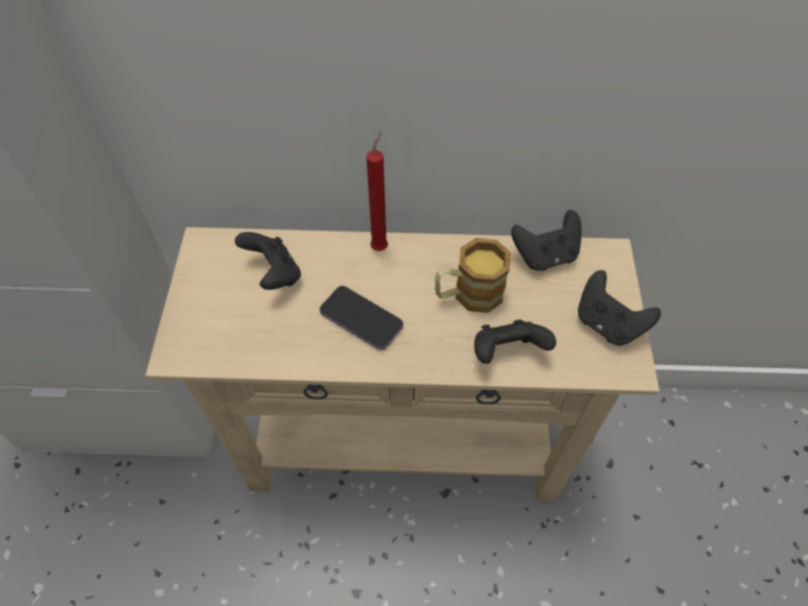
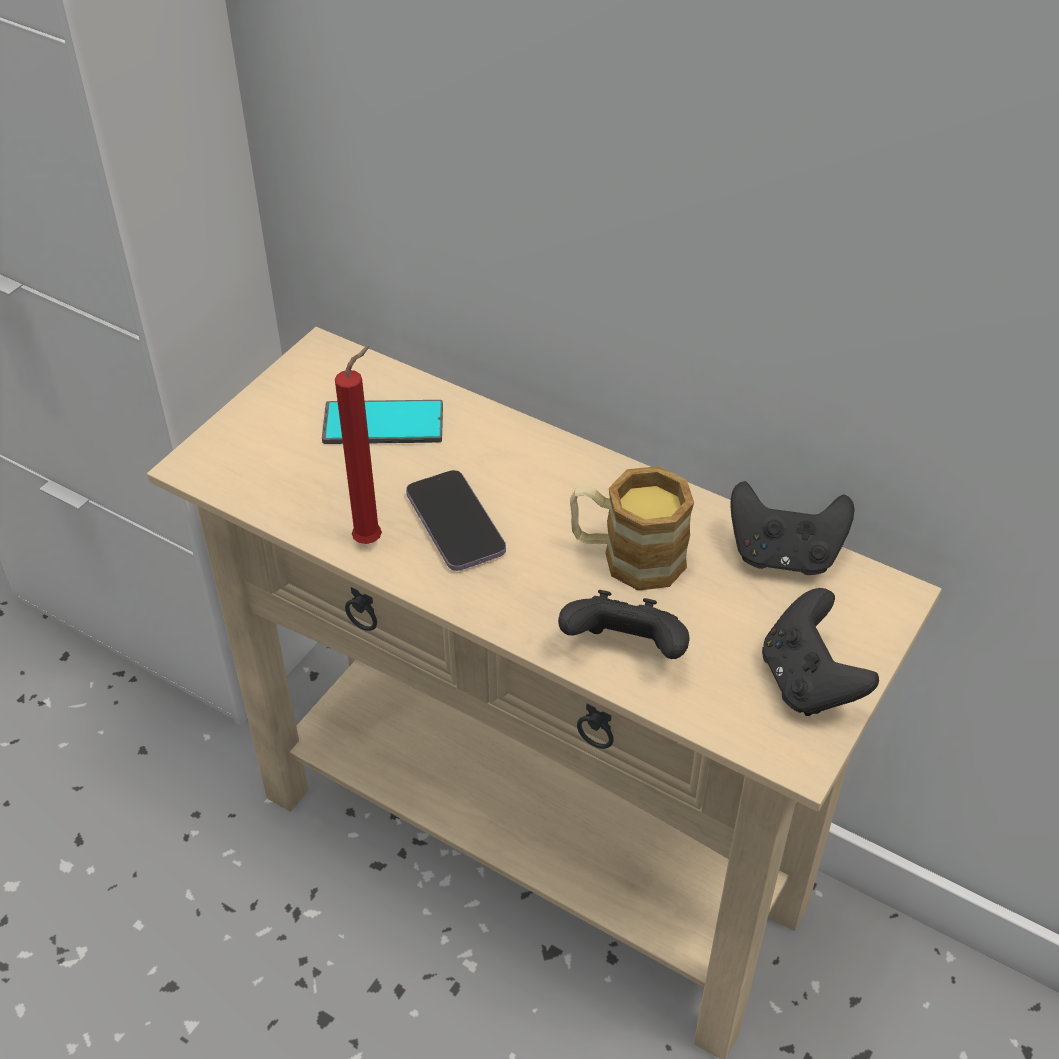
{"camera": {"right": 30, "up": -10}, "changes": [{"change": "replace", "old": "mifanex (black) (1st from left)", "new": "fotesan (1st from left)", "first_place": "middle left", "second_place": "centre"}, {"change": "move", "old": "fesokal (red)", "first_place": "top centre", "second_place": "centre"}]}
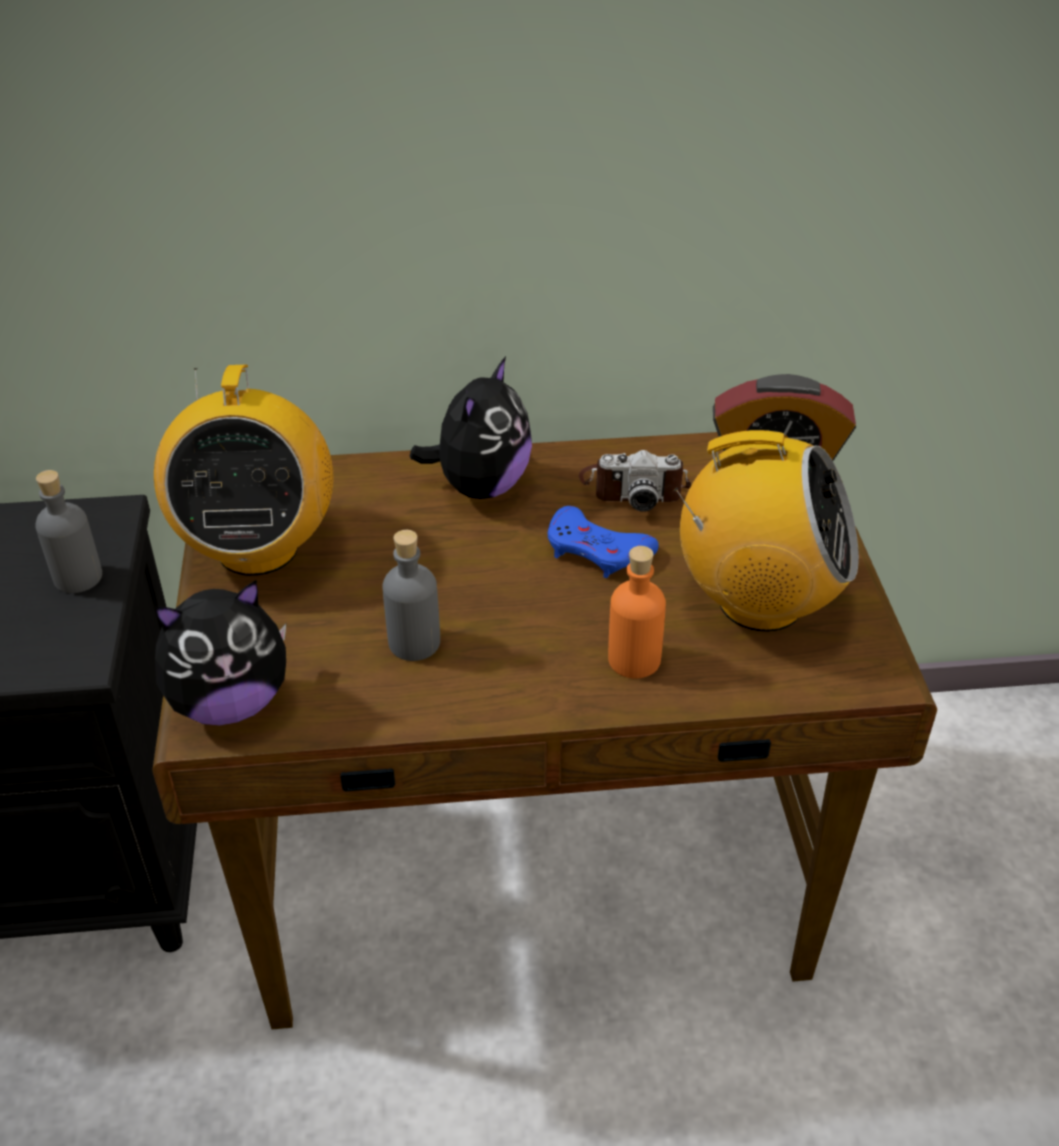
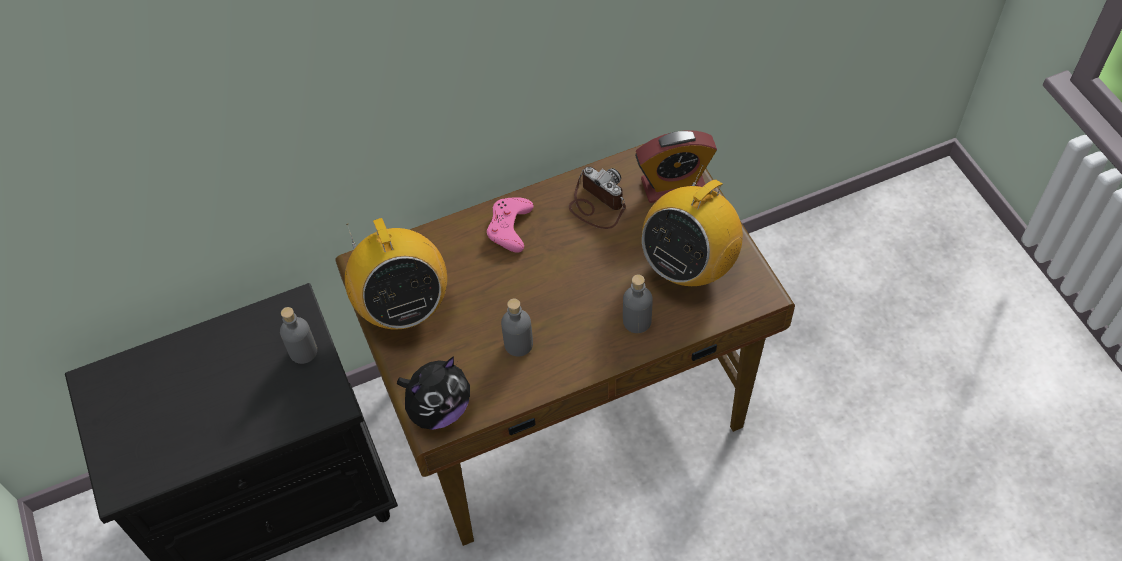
{"camera": {"right": -15, "up": 15}, "changes": [{"change": "replace", "old": "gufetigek (2nd from left)", "new": "mifanex (pink)", "first_place": "centre", "second_place": "centre"}, {"change": "rotate", "old": "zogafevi", "first_place": "centre", "second_place": "centre", "degrees": -120}, {"change": "recolor", "old": "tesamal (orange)", "new": "tesamal (grey) (3rd from left)", "first_place": "centre", "second_place": "centre"}, {"change": "rotate", "old": "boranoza (2nd from left)", "first_place": "middle right", "second_place": "centre", "degrees": 135}, {"change": "delete", "old": "mifanex (blue)", "first_place": "centre"}]}
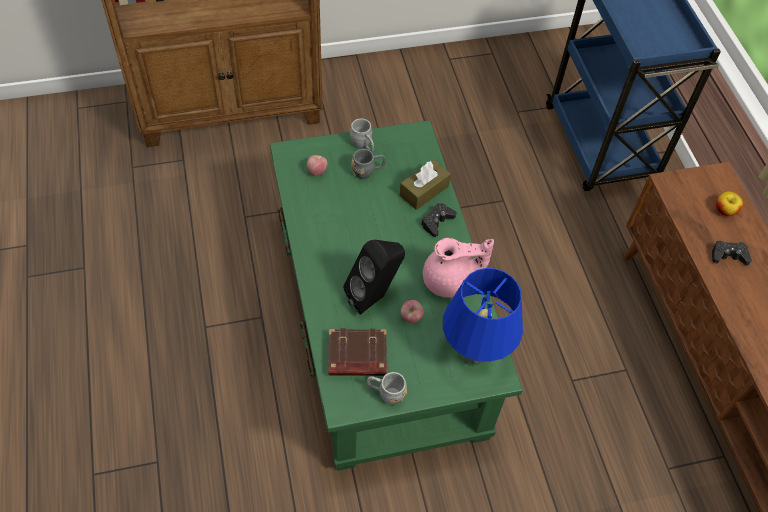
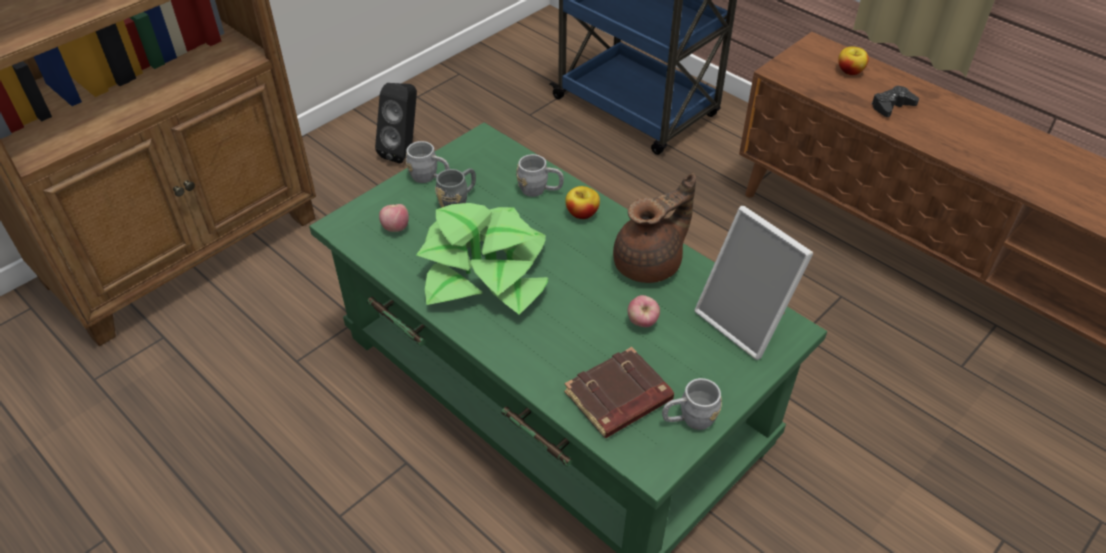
{"camera": {"right": -30, "up": -10}, "changes": [{"change": "move", "old": "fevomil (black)", "first_place": "centre", "second_place": "top centre"}, {"change": "insert", "new": "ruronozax", "second_place": "centre"}, {"change": "replace", "old": "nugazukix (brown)", "new": "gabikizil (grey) (3rd from left)", "first_place": "centre", "second_place": "top centre"}, {"change": "replace", "old": "mifanex (black) (1st from left)", "new": "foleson (2nd from left)", "first_place": "centre", "second_place": "centre"}, {"change": "recolor", "old": "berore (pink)", "new": "berore (brown)", "first_place": "centre", "second_place": "centre"}, {"change": "replace", "old": "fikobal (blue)", "new": "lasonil", "first_place": "centre", "second_place": "middle right"}]}
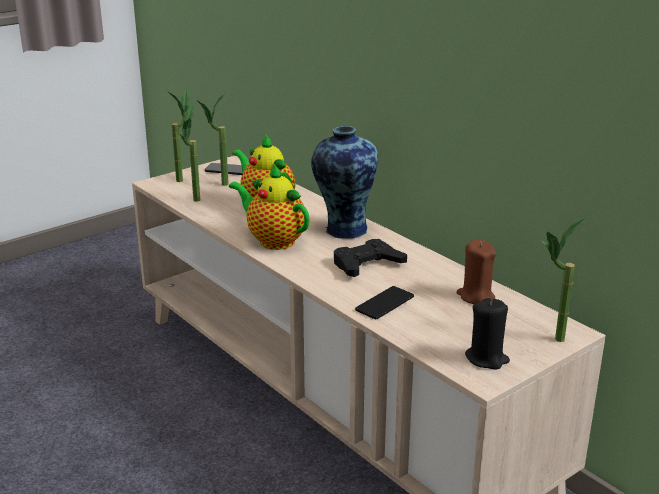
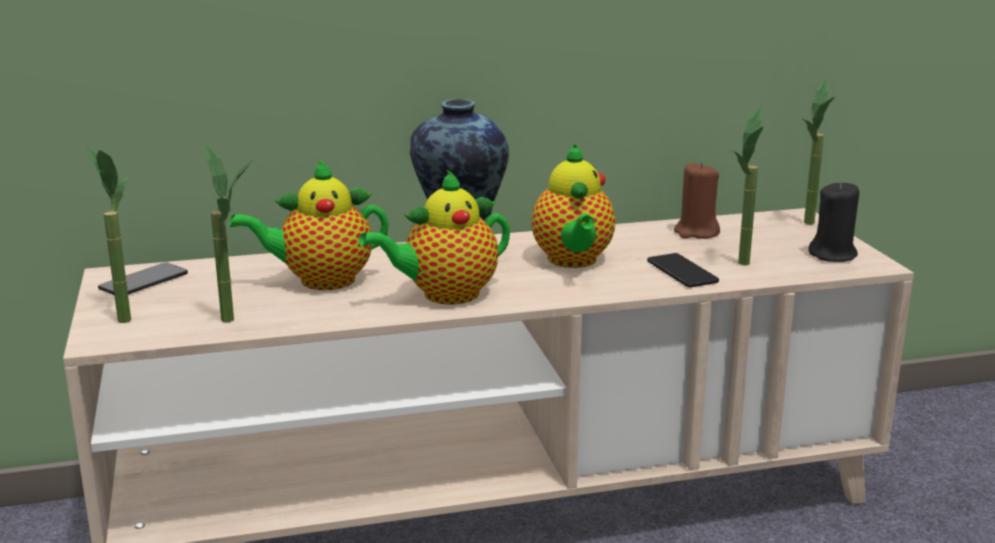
{"camera": {"right": -65, "up": -5}, "changes": [{"change": "replace", "old": "mifanex (black)", "new": "berore (3rd from left)", "first_place": "centre", "second_place": "centre"}, {"change": "move", "old": "ruronozax (3rd from left)", "first_place": "top left", "second_place": "middle right"}]}
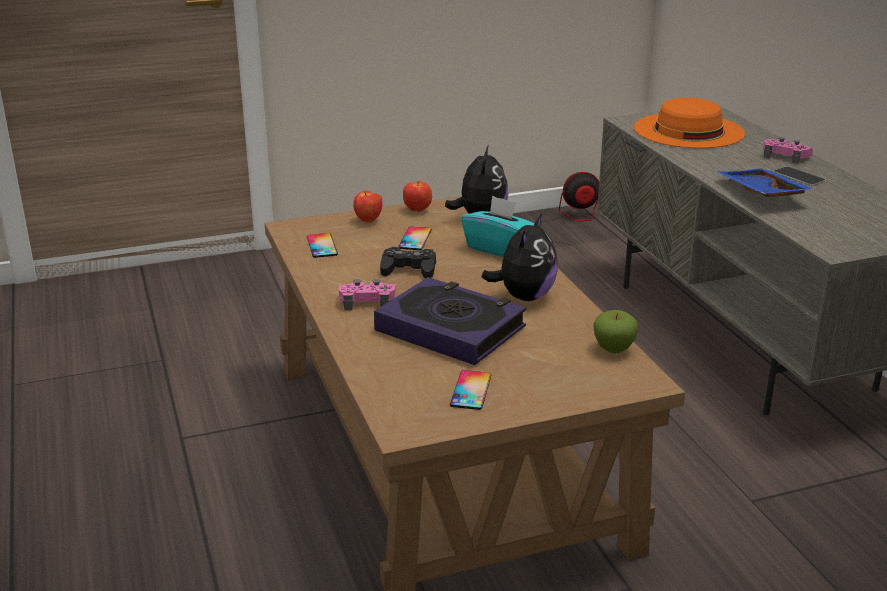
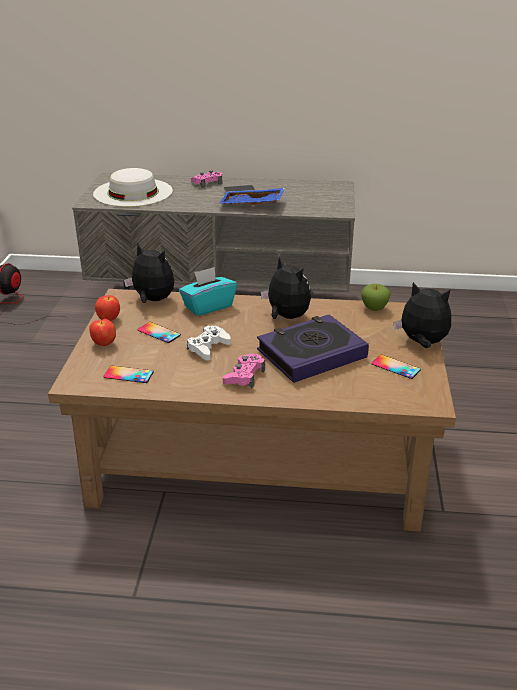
{"camera": {"right": -65, "up": 5}, "changes": [{"change": "recolor", "old": "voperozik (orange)", "new": "voperozik (white)", "first_place": "top right", "second_place": "top left"}, {"change": "recolor", "old": "mifanex (black)", "new": "mifanex (white)", "first_place": "centre", "second_place": "centre"}, {"change": "insert", "new": "gufetigek (3rd from left)", "second_place": "middle right"}]}
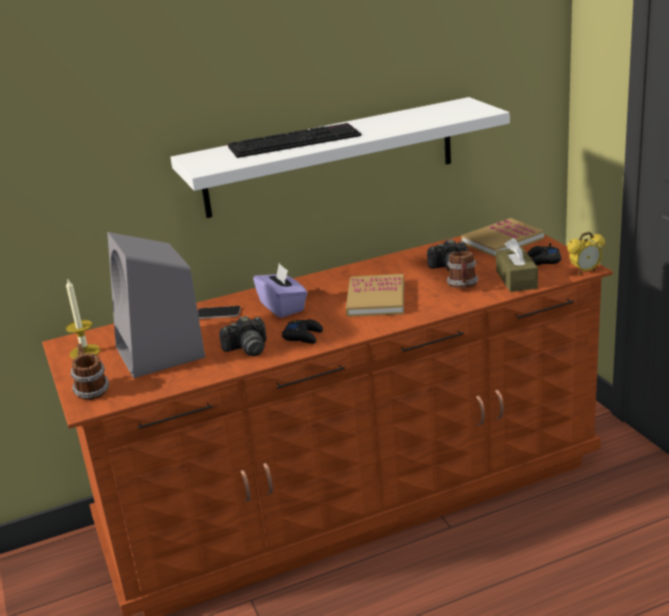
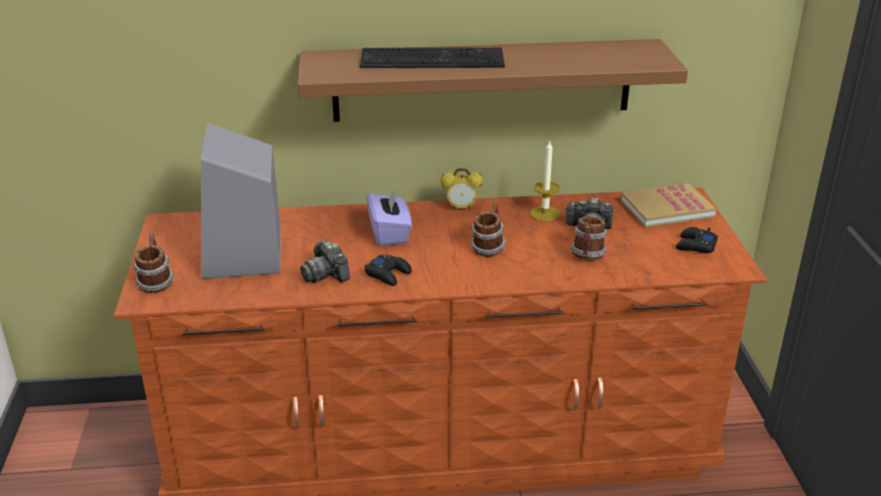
{"camera": {"right": 15, "up": 5}, "changes": [{"change": "recolor", "old": "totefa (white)", "new": "totefa (brown)", "first_place": "top centre", "second_place": "top centre"}, {"change": "rotate", "old": "zogafevi (1st from left)", "first_place": "centre", "second_place": "centre", "degrees": 60}, {"change": "move", "old": "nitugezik", "first_place": "middle right", "second_place": "centre"}, {"change": "replace", "old": "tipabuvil (1st from left)", "new": "gabikizil (2nd from left)", "first_place": "centre", "second_place": "centre"}, {"change": "move", "old": "fesokal", "first_place": "middle left", "second_place": "centre"}, {"change": "delete", "old": "fotesan", "first_place": "middle left"}, {"change": "delete", "old": "nugazukix (brown)", "first_place": "middle right"}]}
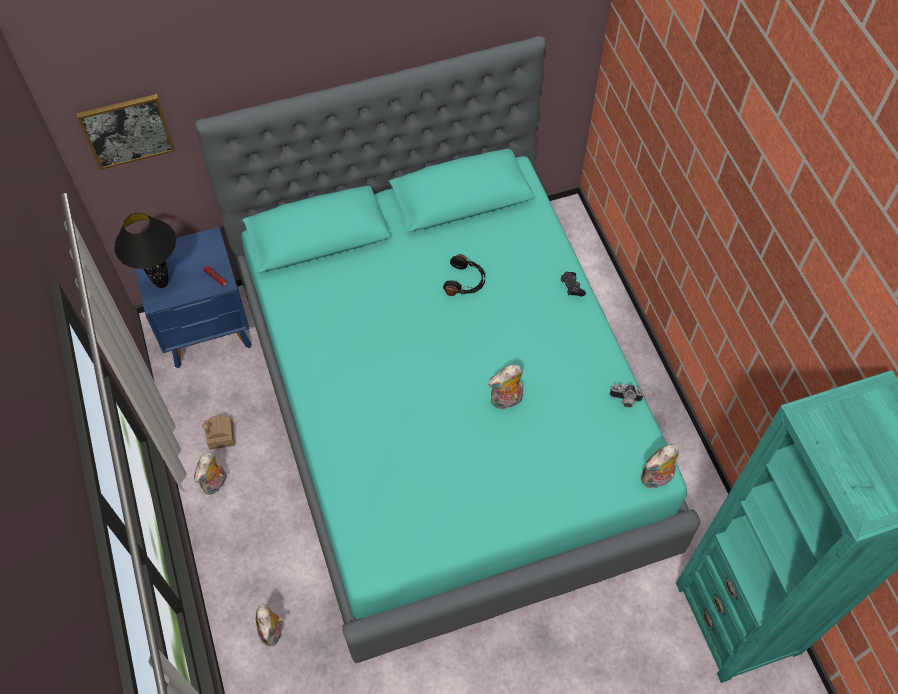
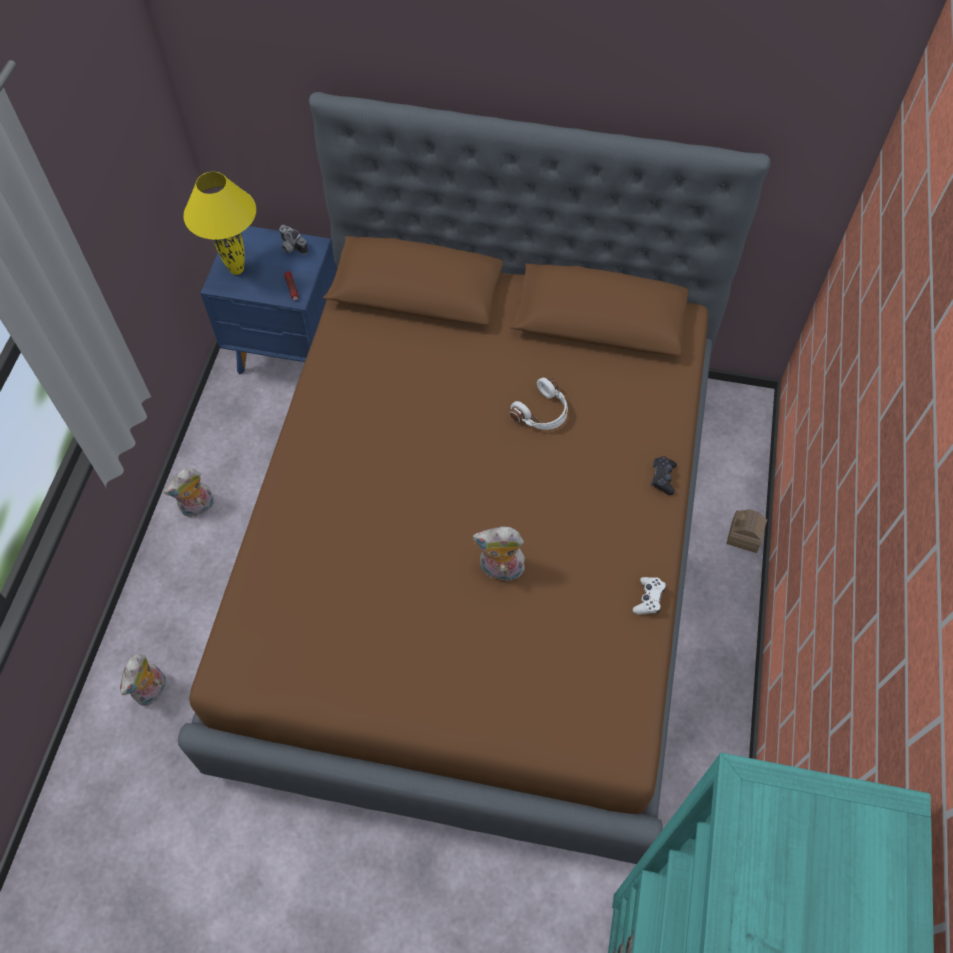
{"camera": {"right": 30, "up": 0}, "changes": [{"change": "recolor", "old": "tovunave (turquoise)", "new": "tovunave (brown)", "first_place": "centre", "second_place": "centre"}, {"change": "recolor", "old": "fikobal (black)", "new": "fikobal (yellow)", "first_place": "middle left", "second_place": "top left"}, {"change": "move", "old": "zogafevi", "first_place": "middle right", "second_place": "top left"}, {"change": "recolor", "old": "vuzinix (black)", "new": "vuzinix (white)", "first_place": "centre", "second_place": "centre"}, {"change": "insert", "new": "mifanex (white)", "second_place": "middle right"}, {"change": "move", "old": "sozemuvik", "first_place": "middle left", "second_place": "middle right"}, {"change": "delete", "old": "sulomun", "first_place": "top left"}, {"change": "delete", "old": "gufetigek (4th from left)", "first_place": "bottom right"}]}
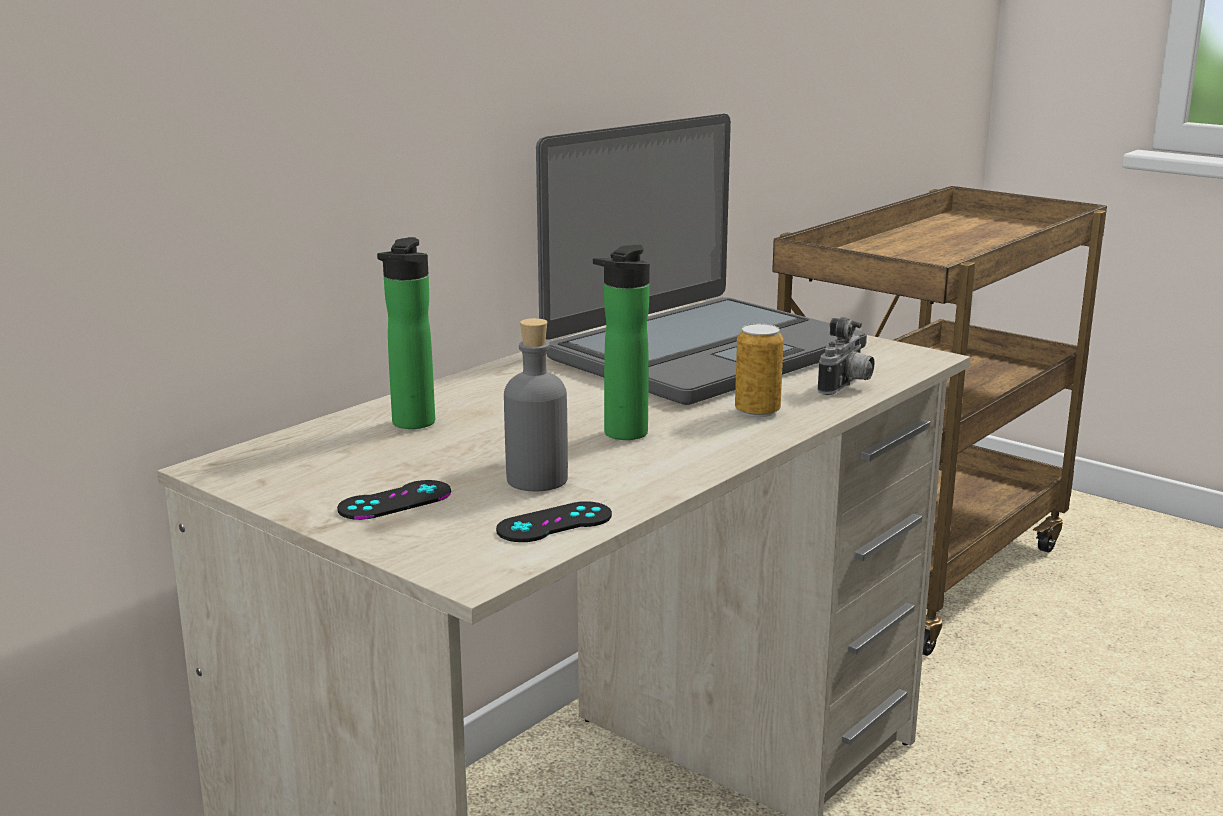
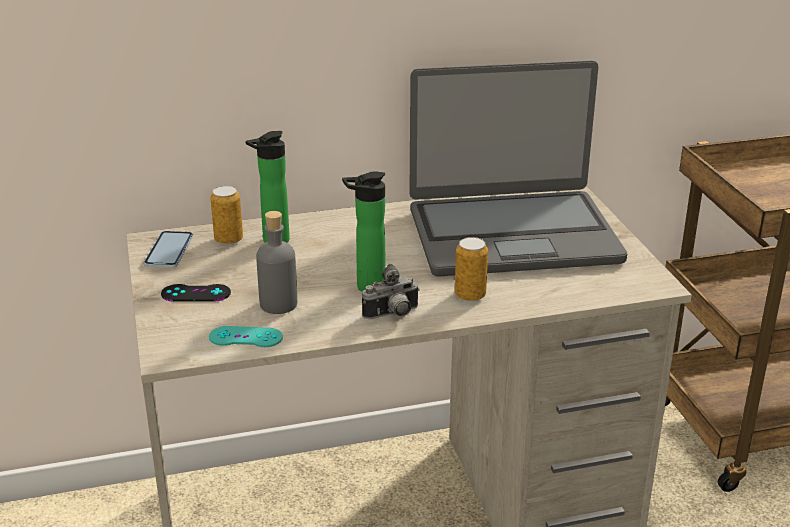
{"camera": {"right": 35, "up": 10}, "changes": [{"change": "insert", "new": "fotesan", "second_place": "middle left"}, {"change": "recolor", "old": "mifanex (black) (2nd from left)", "new": "mifanex (turquoise)", "first_place": "centre", "second_place": "middle left"}, {"change": "insert", "new": "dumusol (1st from left)", "second_place": "middle left"}, {"change": "move", "old": "zogafevi", "first_place": "middle right", "second_place": "centre"}]}
